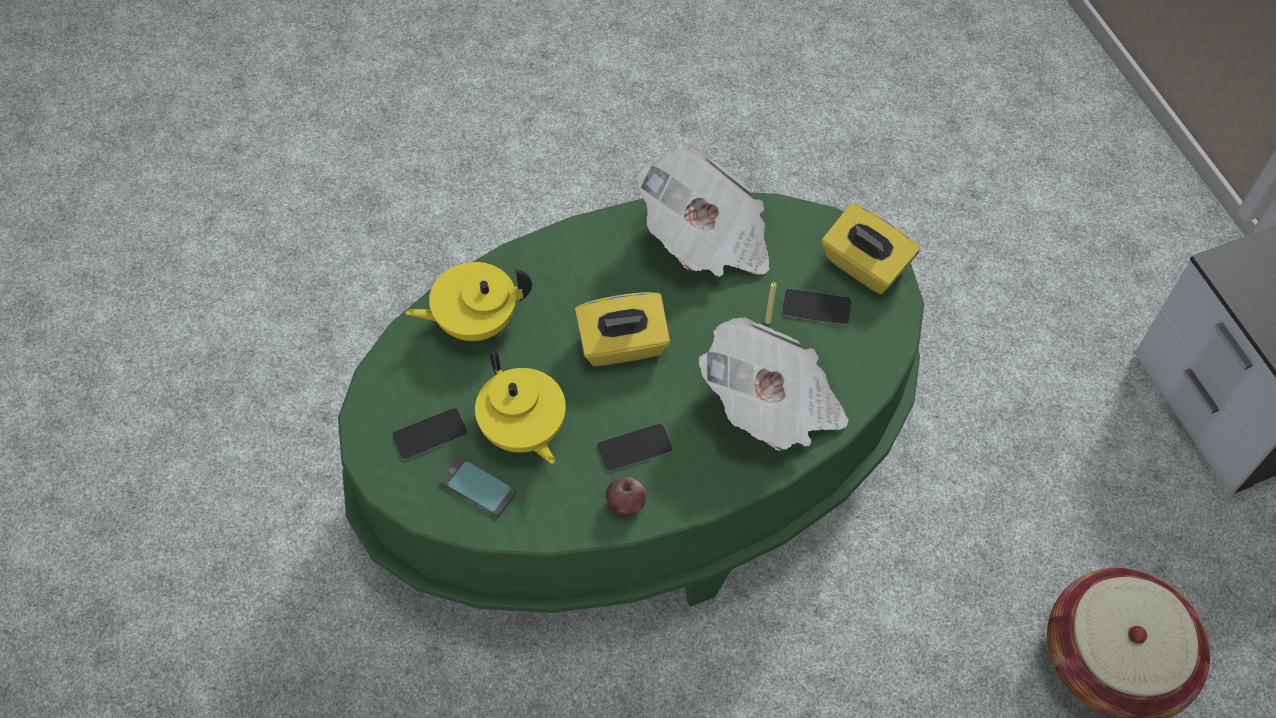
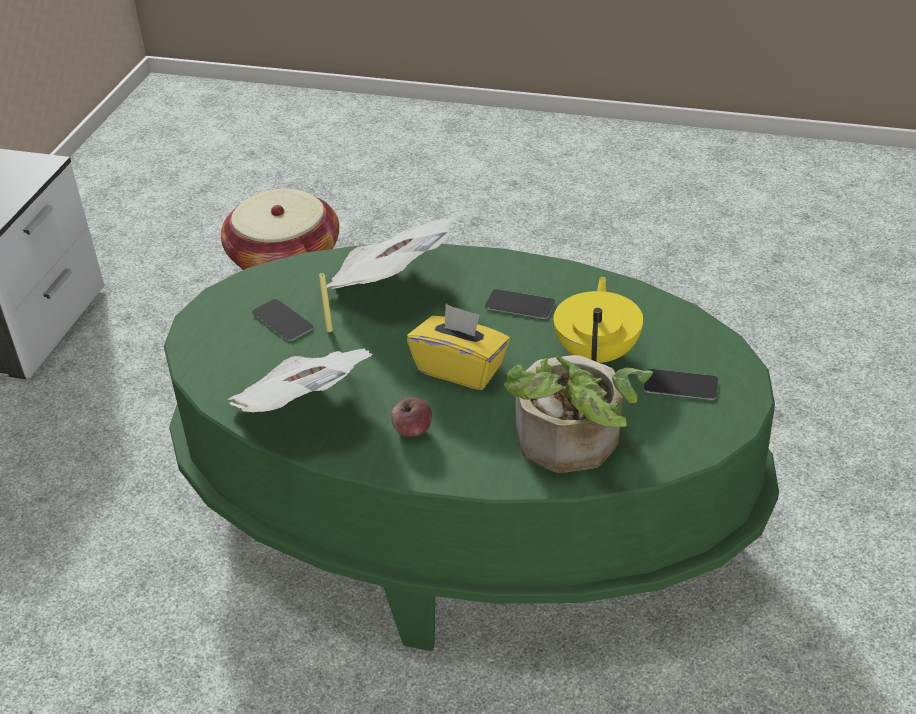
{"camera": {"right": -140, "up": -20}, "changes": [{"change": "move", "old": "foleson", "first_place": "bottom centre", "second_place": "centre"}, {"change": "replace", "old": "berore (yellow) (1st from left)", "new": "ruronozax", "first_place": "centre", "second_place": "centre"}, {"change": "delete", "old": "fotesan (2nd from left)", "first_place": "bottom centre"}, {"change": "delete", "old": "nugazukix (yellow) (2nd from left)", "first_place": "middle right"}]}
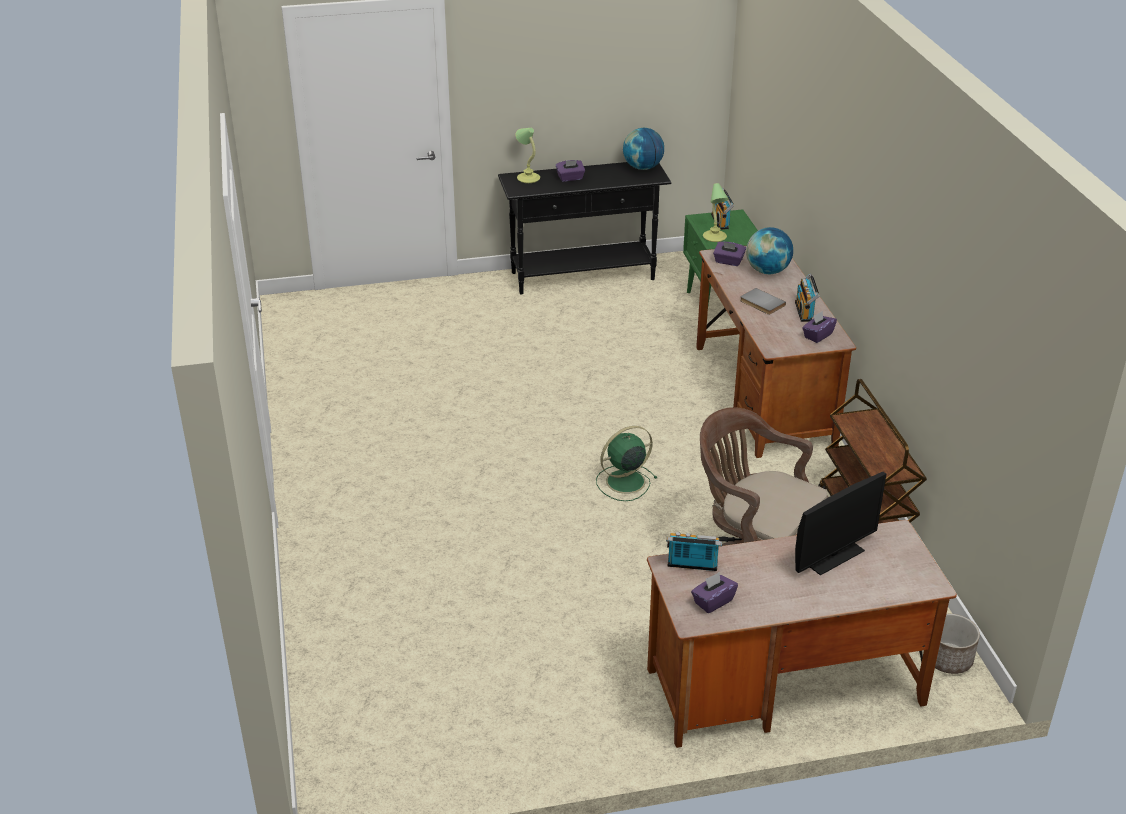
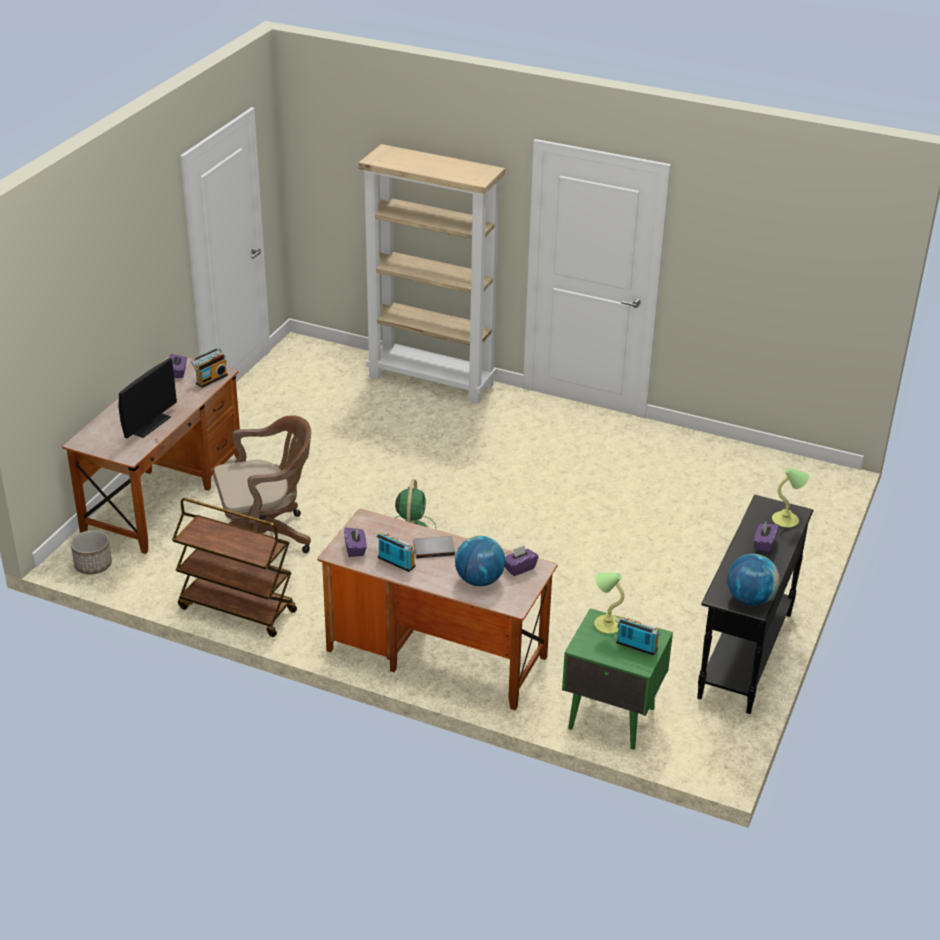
{"camera": {"right": 125, "up": 0}, "changes": [{"change": "rotate", "old": "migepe", "first_place": "middle right", "second_place": "middle left", "degrees": -150}, {"change": "insert", "new": "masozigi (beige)", "second_place": "top centre"}]}
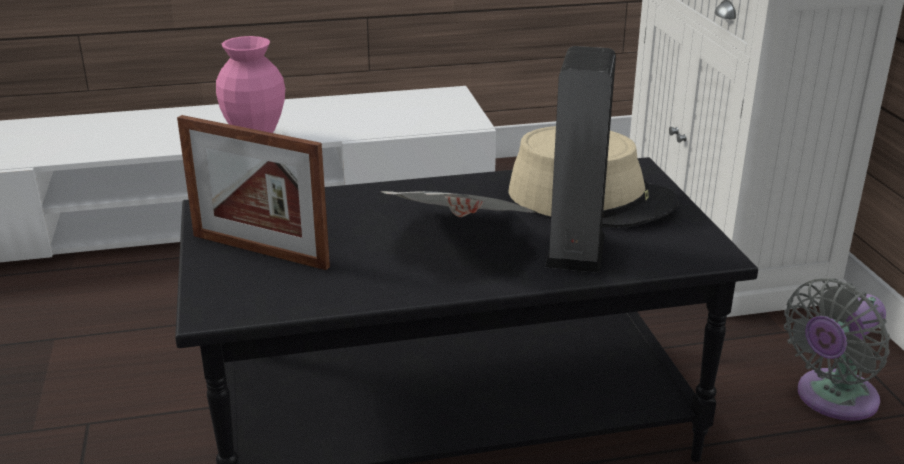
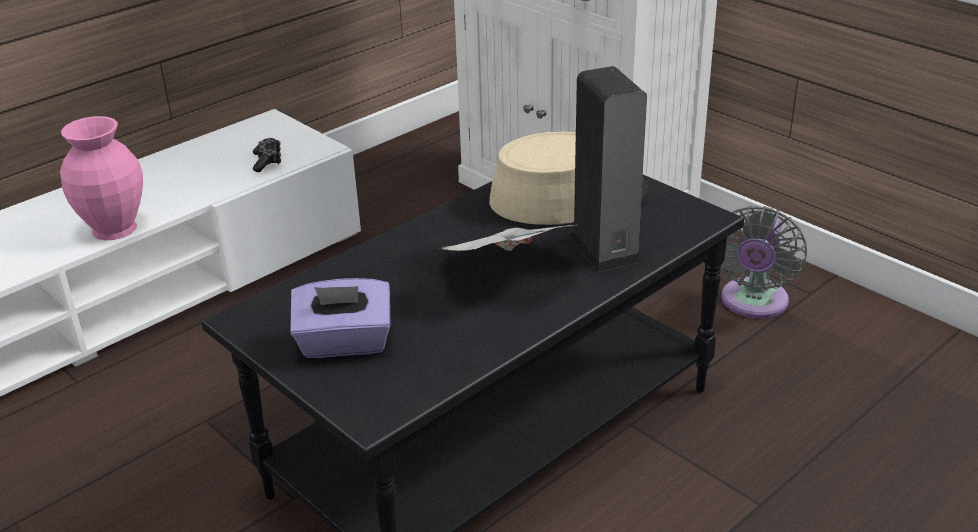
{"camera": {"right": -30, "up": 5}, "changes": [{"change": "insert", "new": "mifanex", "second_place": "top left"}, {"change": "replace", "old": "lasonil", "new": "nugazukix (purple)", "first_place": "middle left", "second_place": "centre"}]}
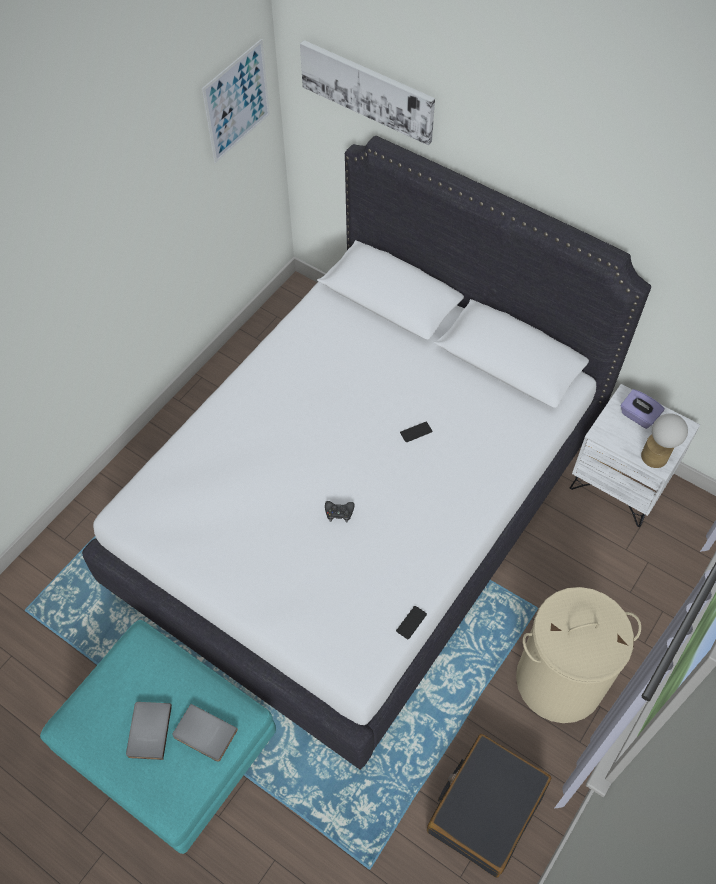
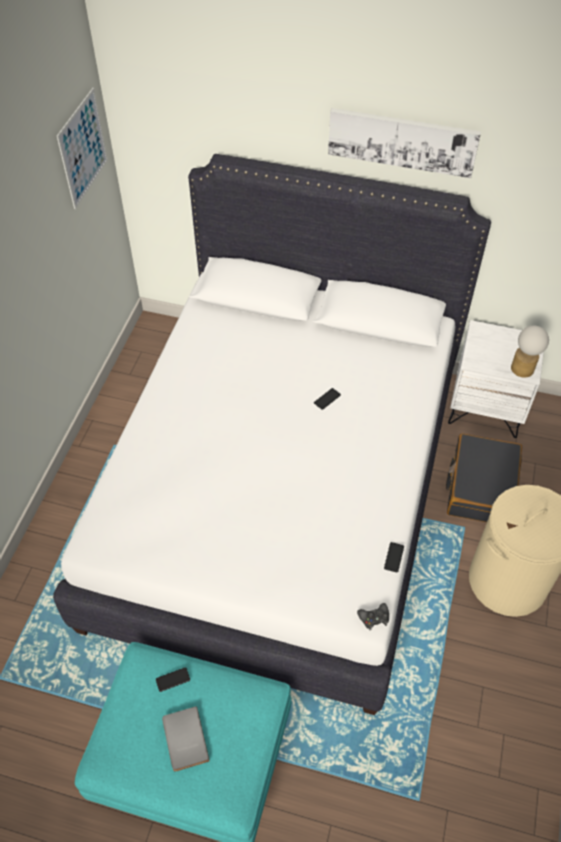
{"camera": {"right": -20, "up": -5}, "changes": [{"change": "insert", "new": "fotesan (1st from left)", "second_place": "bottom left"}, {"change": "move", "old": "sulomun (2nd from left)", "first_place": "top centre", "second_place": "top right"}, {"change": "move", "old": "mifanex (black)", "first_place": "centre", "second_place": "bottom centre"}, {"change": "move", "old": "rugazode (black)", "first_place": "bottom right", "second_place": "middle right"}, {"change": "delete", "old": "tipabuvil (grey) (2nd from left)", "first_place": "bottom left"}, {"change": "delete", "old": "nugazukix (purple)", "first_place": "middle right"}]}
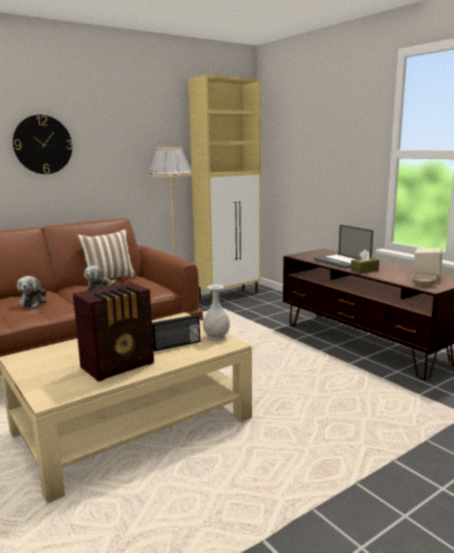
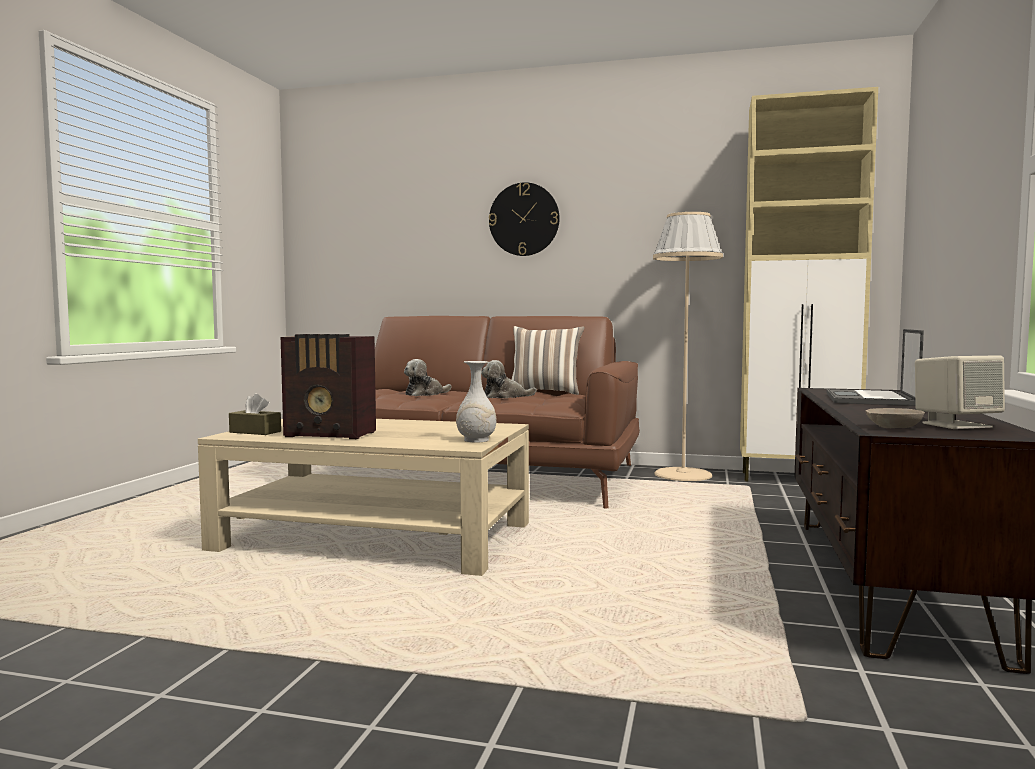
{"camera": {"right": 50, "up": -10}, "changes": [{"change": "move", "old": "nugazukix (brown)", "first_place": "middle right", "second_place": "middle left"}, {"change": "delete", "old": "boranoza (2nd from left)", "first_place": "centre"}]}
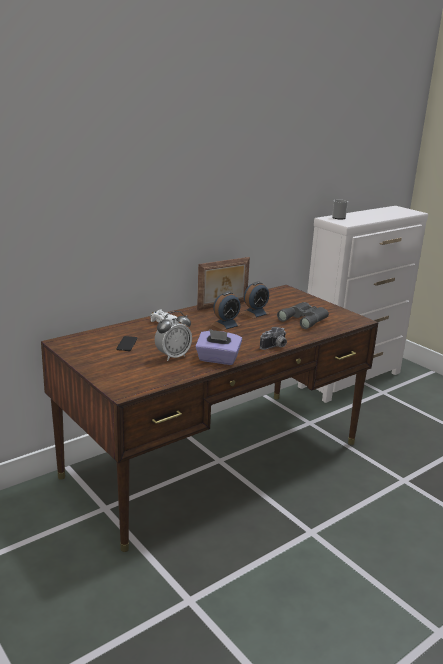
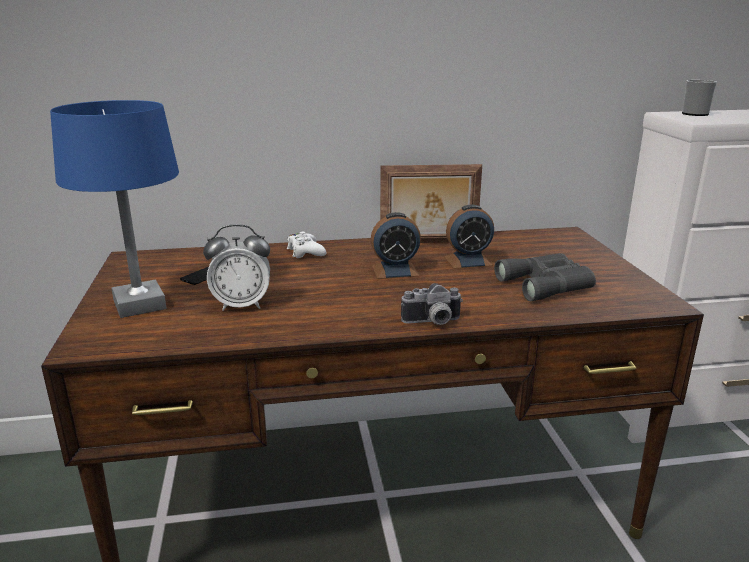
{"camera": {"right": 30, "up": 0}, "changes": [{"change": "insert", "new": "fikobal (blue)", "second_place": "middle left"}, {"change": "delete", "old": "nugazukix (purple)", "first_place": "centre"}]}
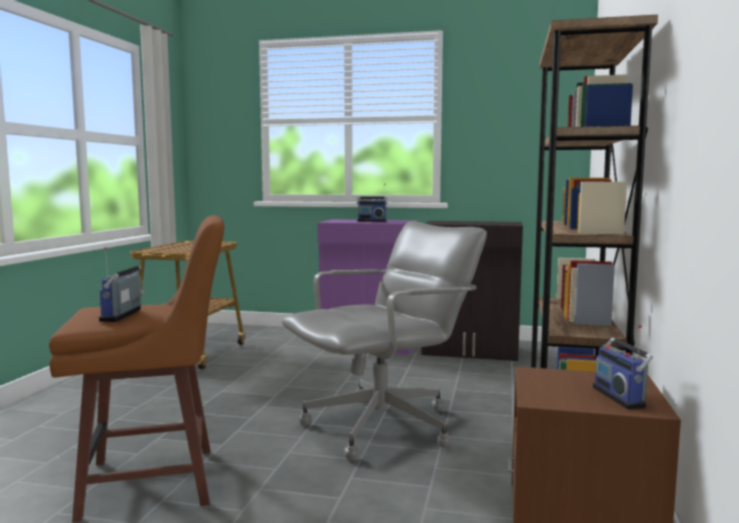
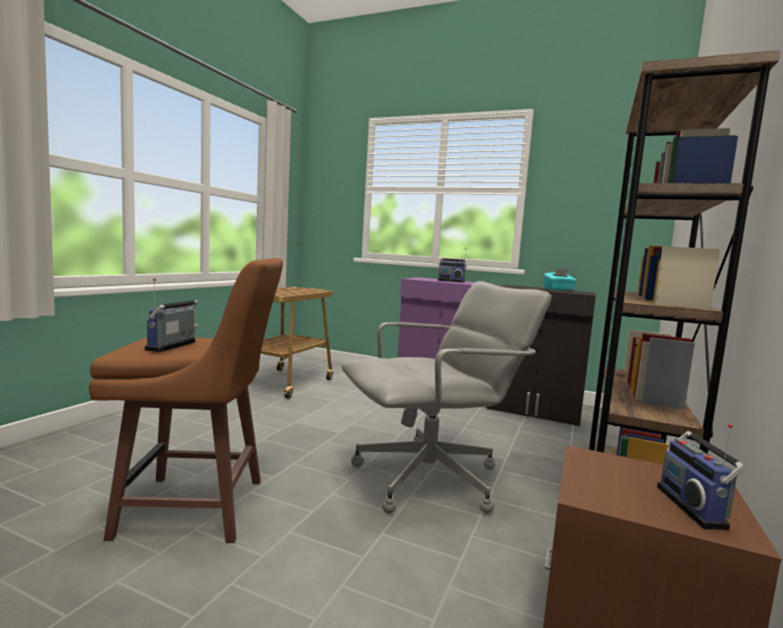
{"camera": {"right": 10, "up": 0}, "changes": [{"change": "insert", "new": "nugazukix (turquoise)", "second_place": "middle right"}]}
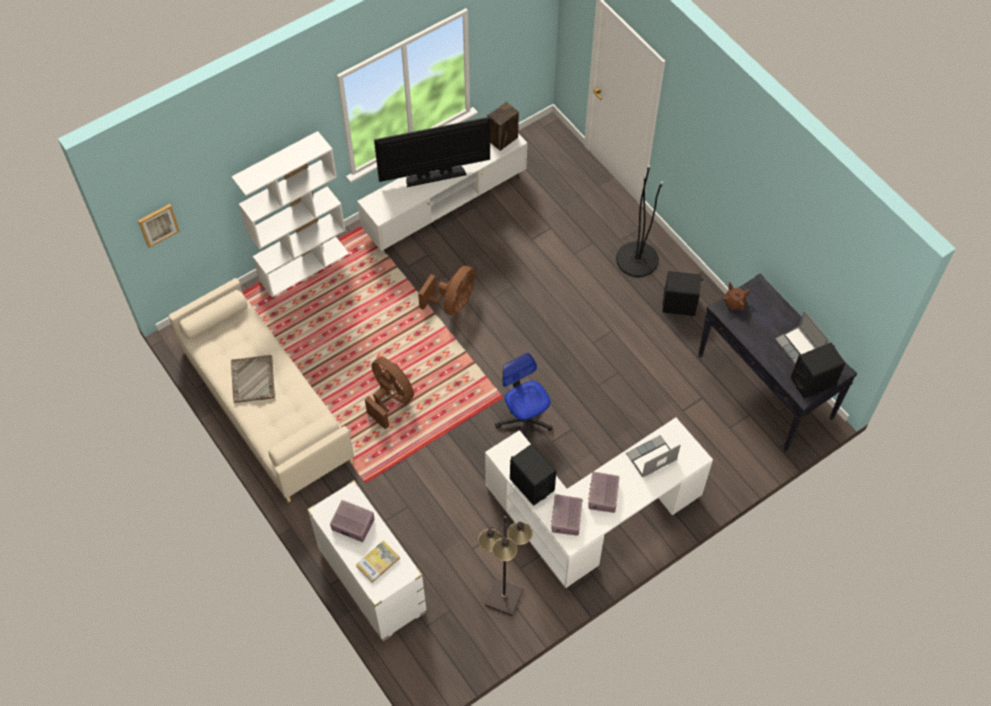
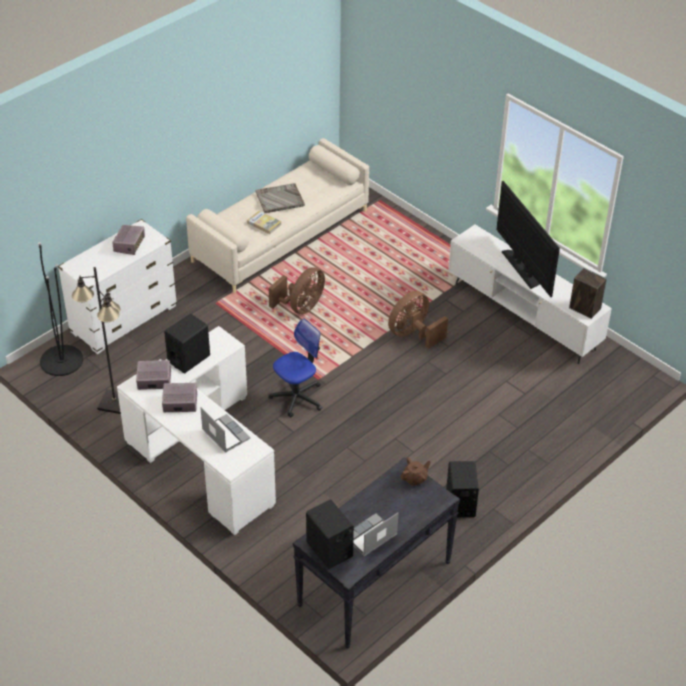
{"camera": {"right": 80, "up": -15}, "changes": [{"change": "move", "old": "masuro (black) (2nd from left in the first image)", "new": "masuro (black) (1st from left)", "first_place": "top centre", "second_place": "middle left"}, {"change": "move", "old": "tipabuvil", "first_place": "bottom centre", "second_place": "top centre"}, {"change": "rotate", "old": "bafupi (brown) (2nd from left)", "first_place": "centre", "second_place": "centre", "degrees": 120}, {"change": "delete", "old": "sulomun", "first_place": "top left"}, {"change": "delete", "old": "masozigi (white)", "first_place": "top left"}]}
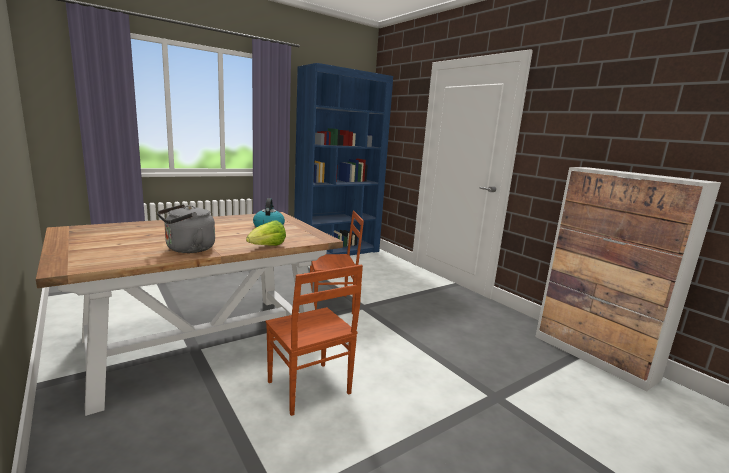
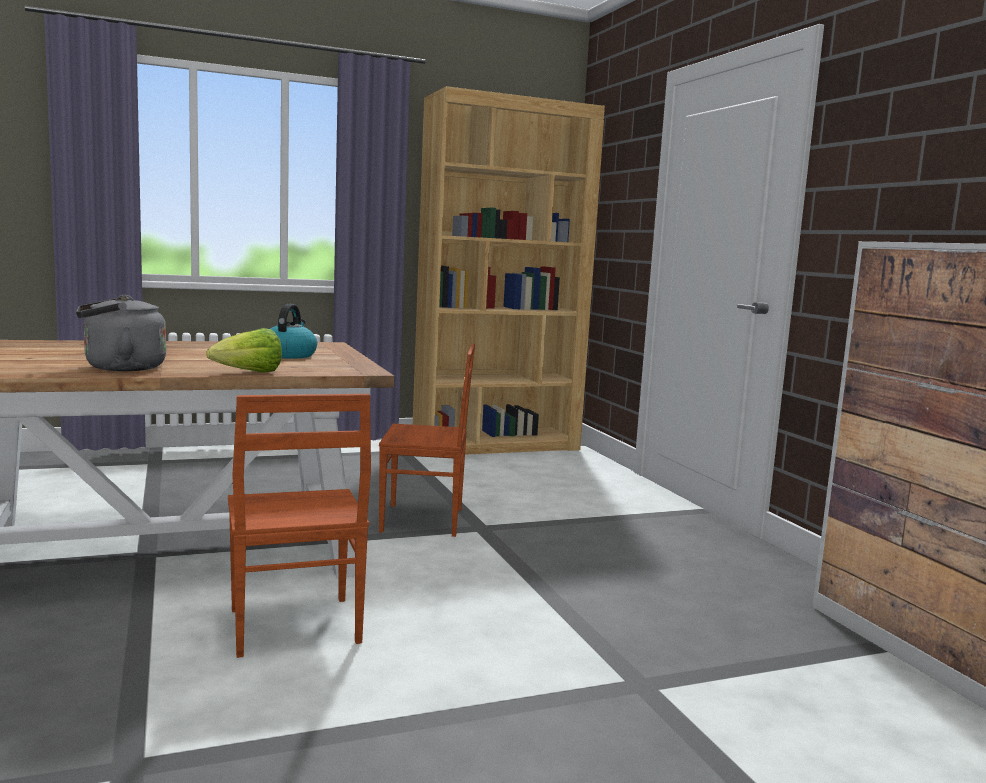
{"camera": {"right": 15, "up": -5}, "changes": [{"change": "recolor", "old": "masozigi (blue)", "new": "masozigi (brown)", "first_place": "centre", "second_place": "centre"}]}
